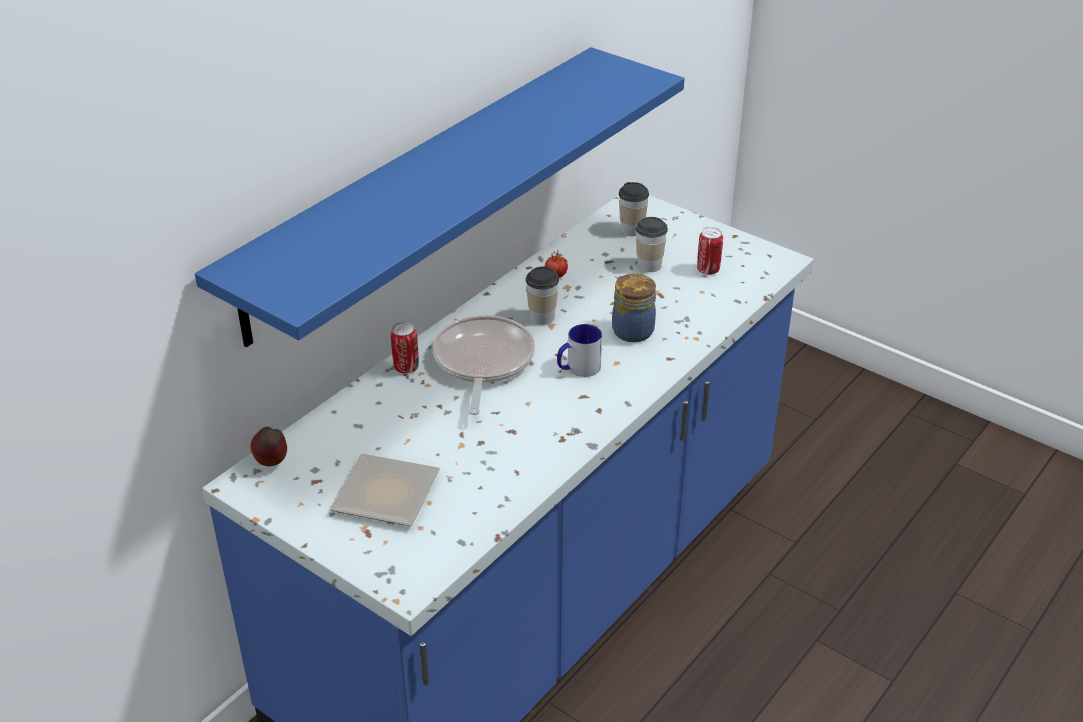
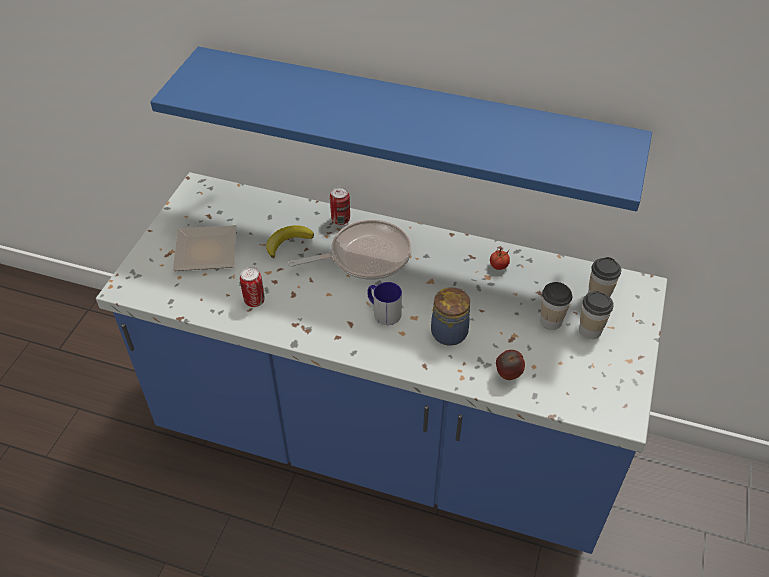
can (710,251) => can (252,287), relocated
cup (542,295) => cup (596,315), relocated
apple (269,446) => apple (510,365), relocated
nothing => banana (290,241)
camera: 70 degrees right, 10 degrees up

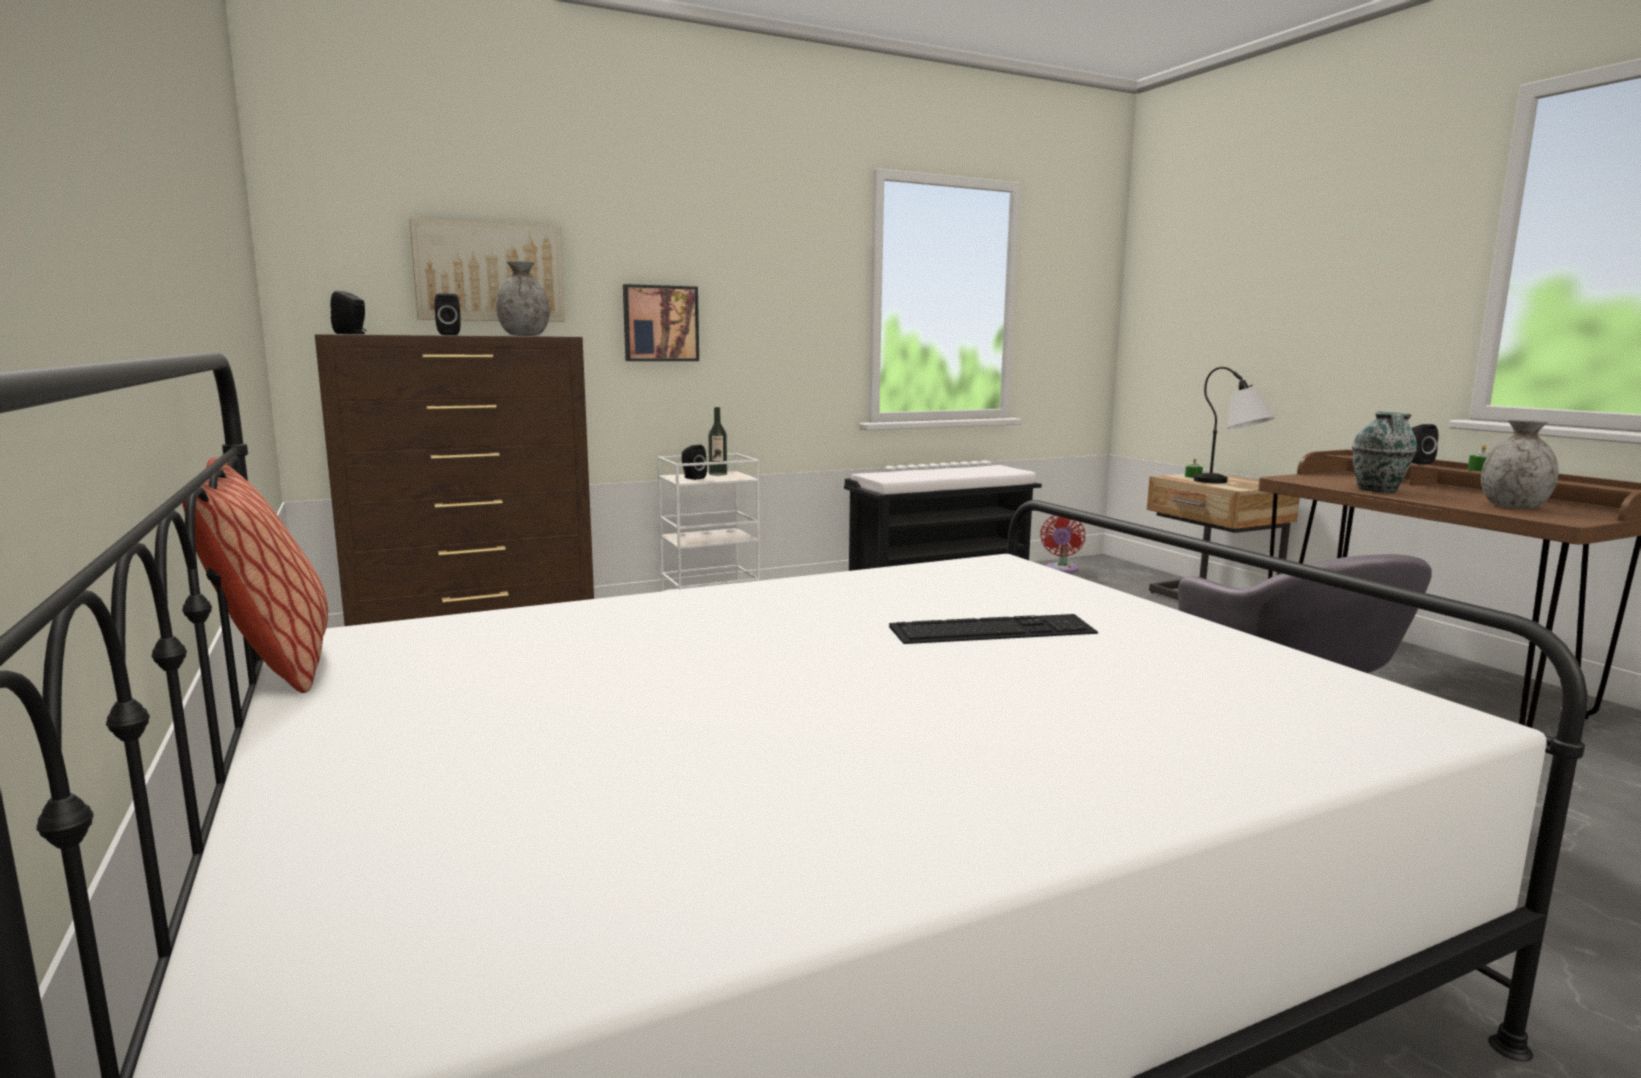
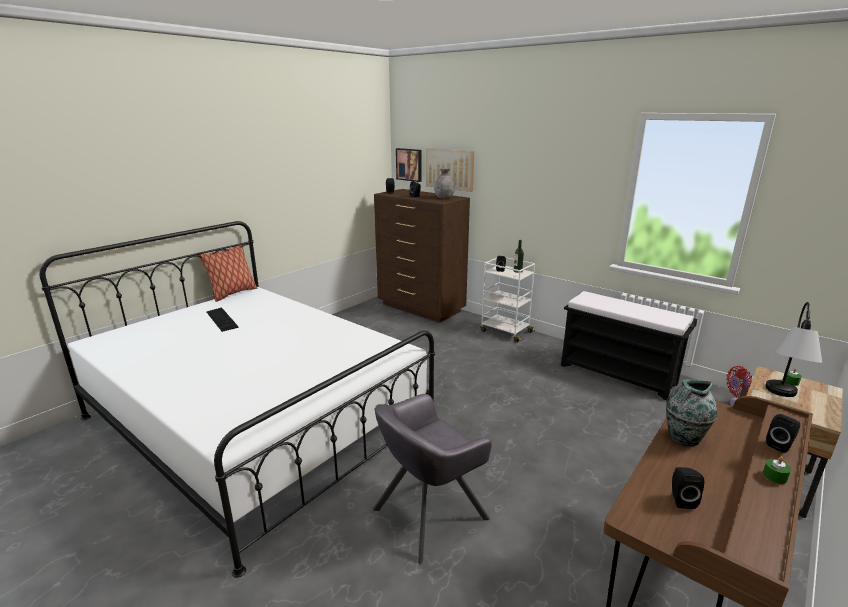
picture (661,322) => picture (409,165), relocated
grey vase (1520,464) => black speaker (688,488)
keyboard (993,629) => keyboard (222,319), relocated
camera: 65 degrees right, 10 degrees up

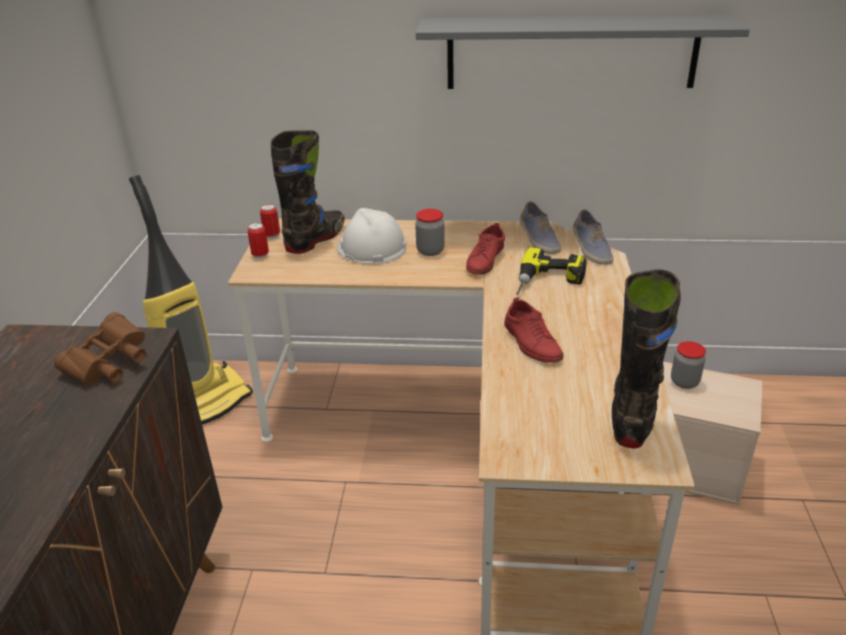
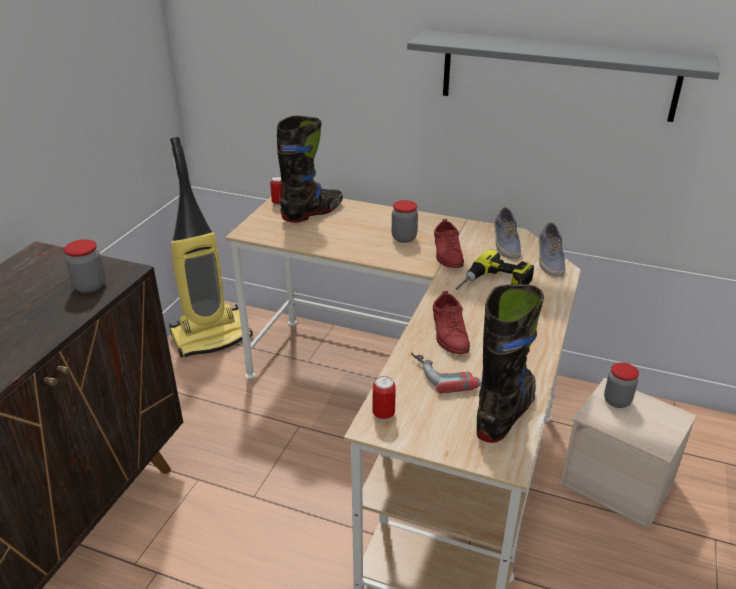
white hard hat (372,236) => nothing
can (258,241) => can (384,398), relocated
red shoe (485,249) => red shoe (449,243), 45 degrees counterclockwise
brown binoculars (100,349) => jar (84,266)
nothing => power drill (446,373)
camera: 15 degrees right, 0 degrees up

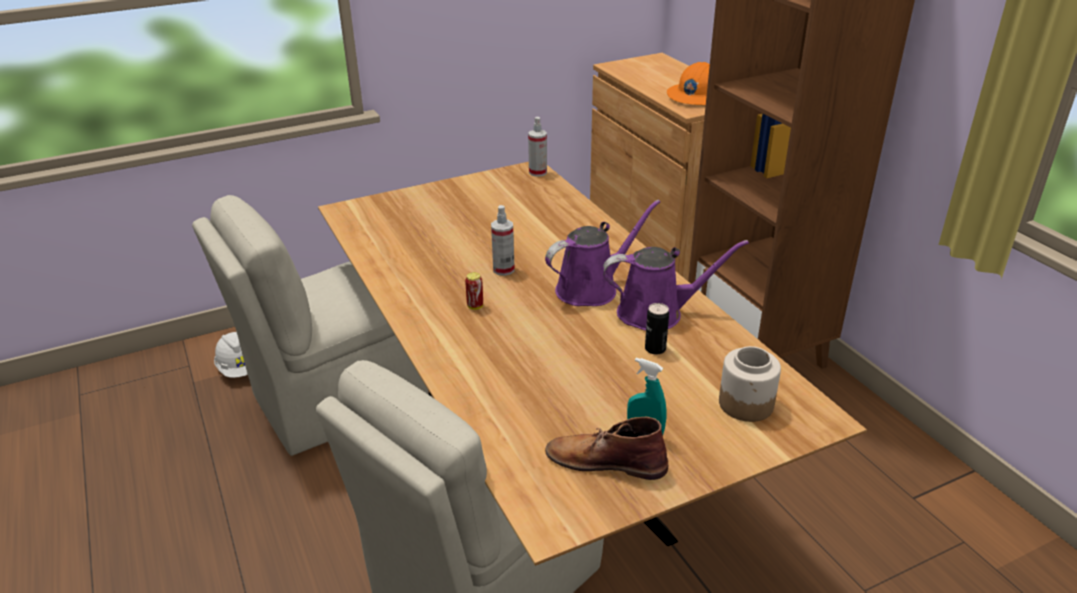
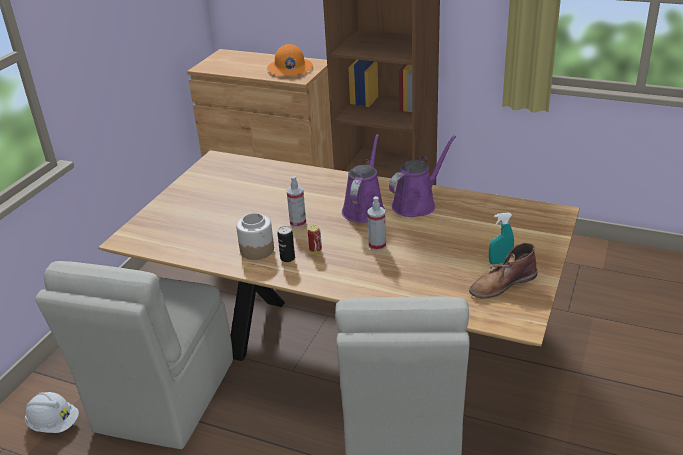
spray bottle (537,147) => spray bottle (376,223), relocated
can (657,329) => can (286,244), relocated
jar (750,384) => jar (255,236), relocated
camera: 40 degrees left, 0 degrees up

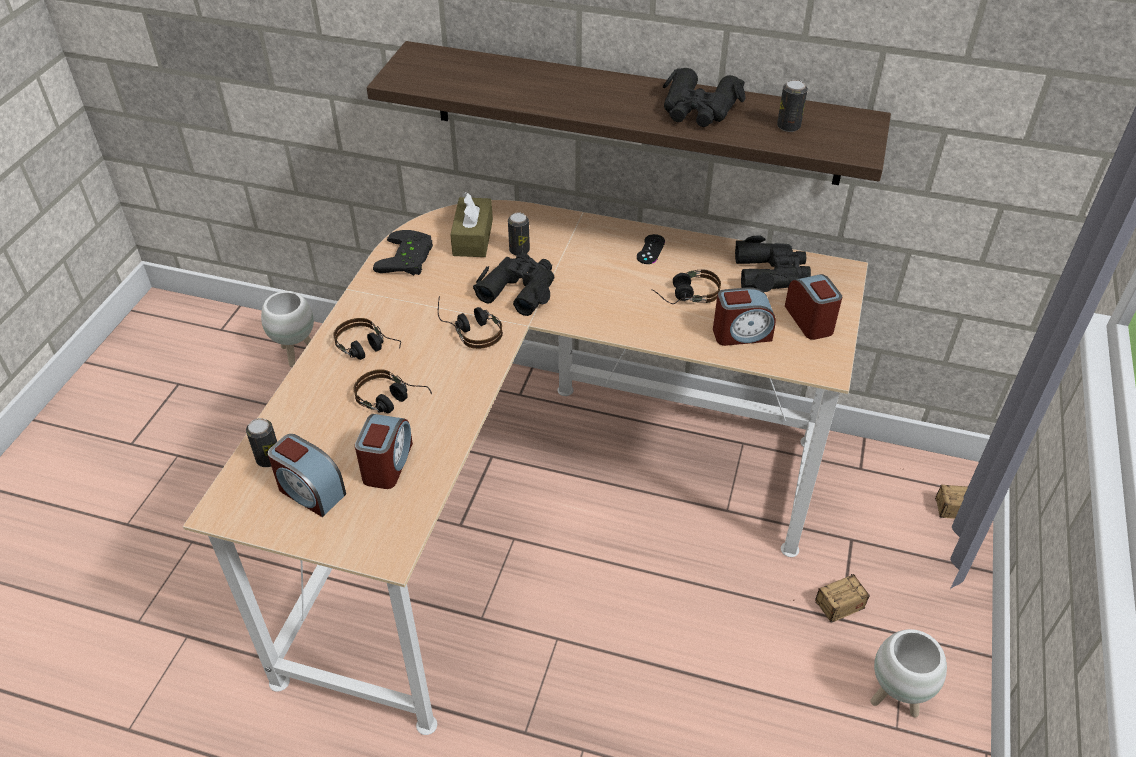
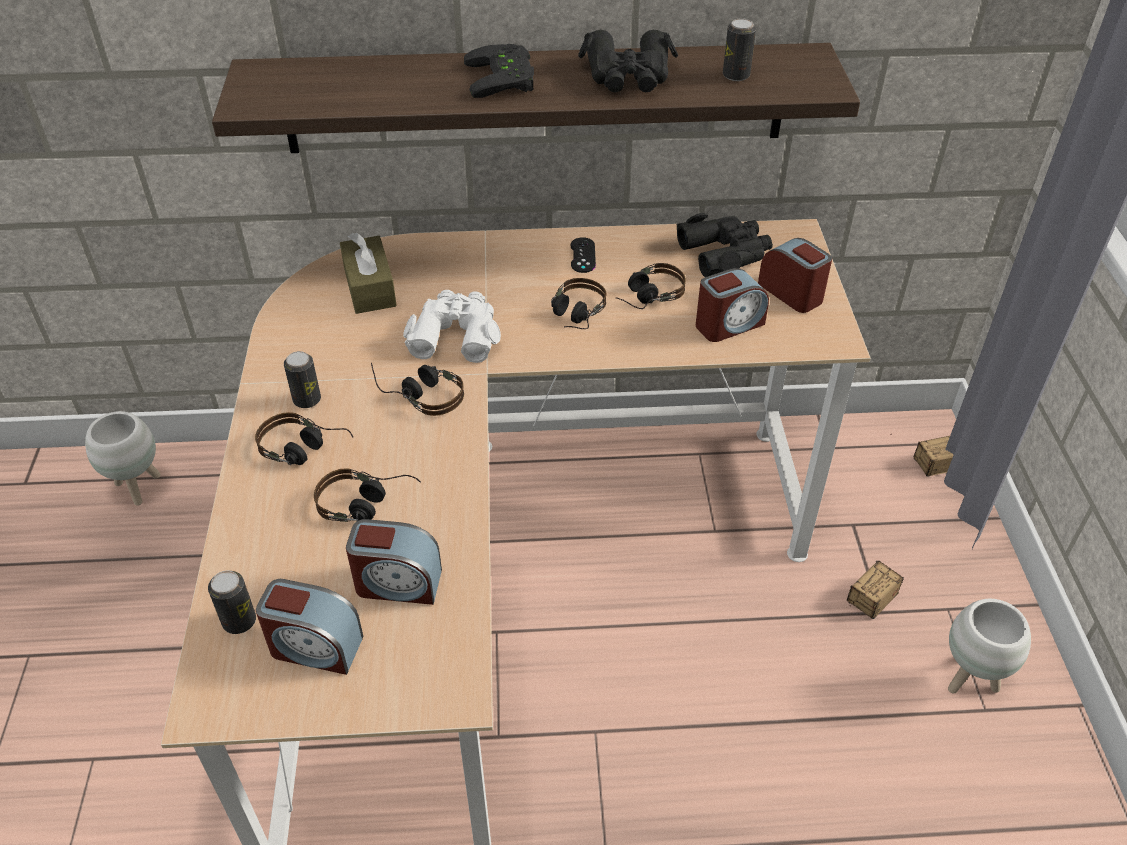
can (519,234) => can (302,379), relocated
black game controller (403,252) => black game controller (499,71), relocated
black binoculars (513,284) => white binoculars (452,326)
alarm clock (384,451) => alarm clock (394,562), 105 degrees clockwise
nothing => headphones (579,303)
camera: 20 degrees left, 0 degrees up

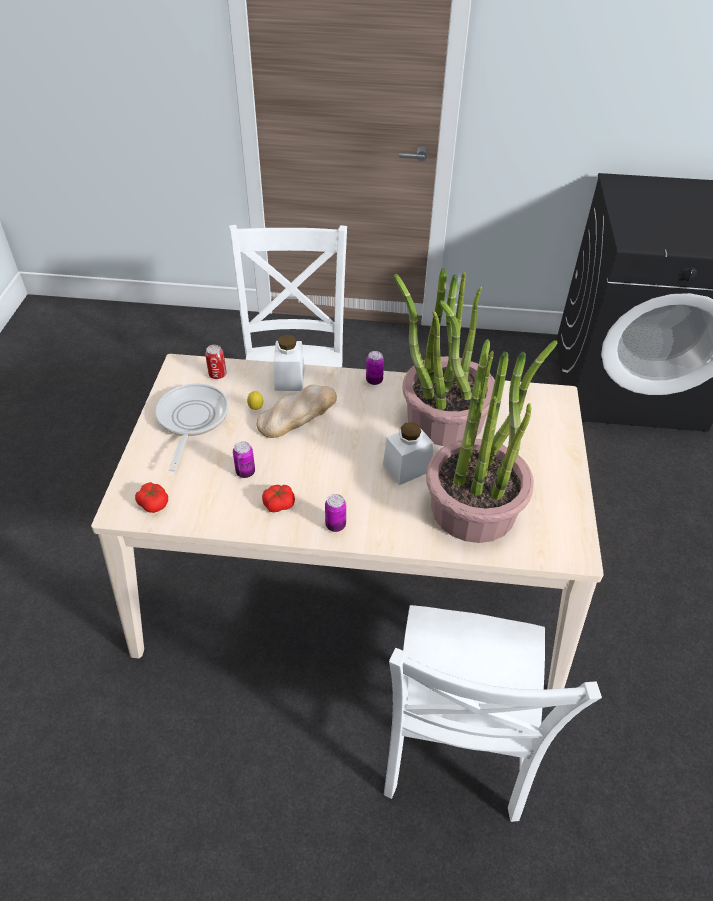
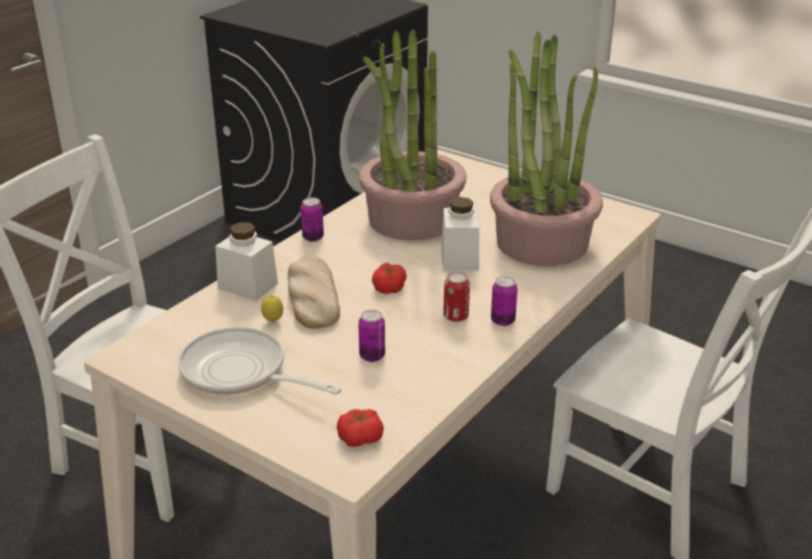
can (216,362) => can (456,297), relocated
tomato (278,498) => tomato (389,278), relocated
camera: 60 degrees left, 15 degrees down

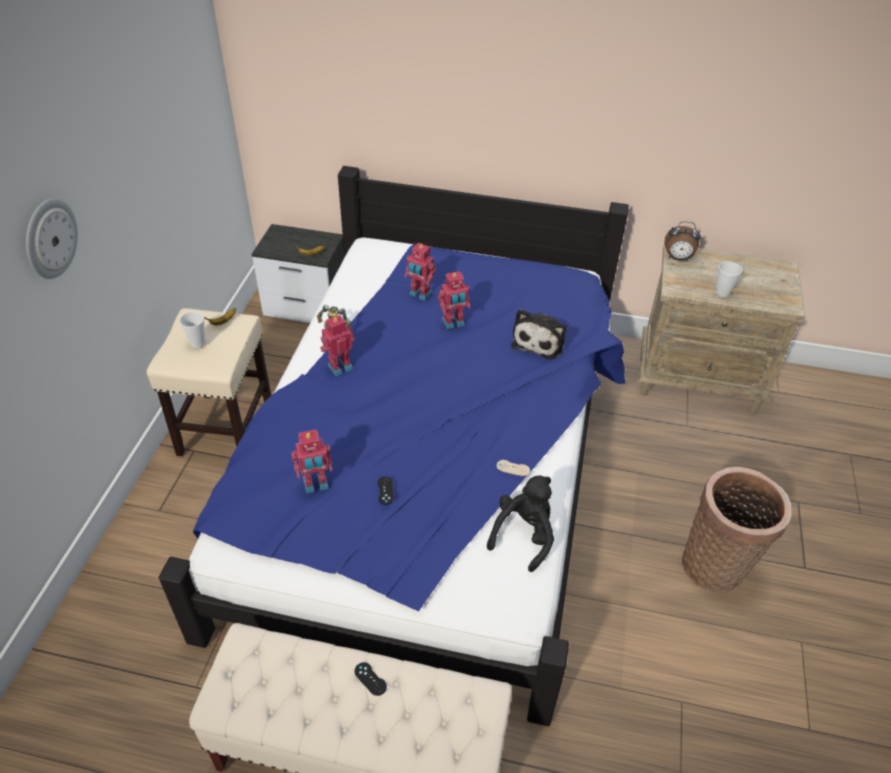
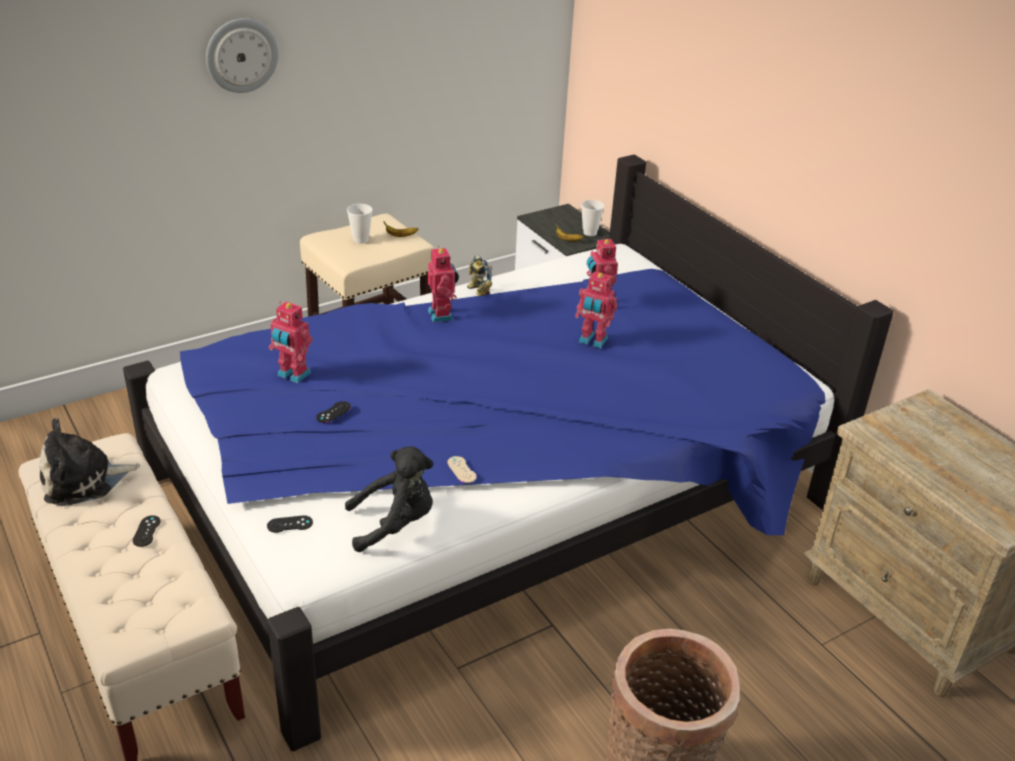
alarm clock (683,241) => nothing
cup (729,279) => cup (593,218), relocated
plush toy (539,334) => plush toy (89,462), relocated
toy robot (337,345) => toy robot (443,283), 60 degrees clockwise
nothing => black game controller (290,524)
camera: 45 degrees right, 10 degrees down

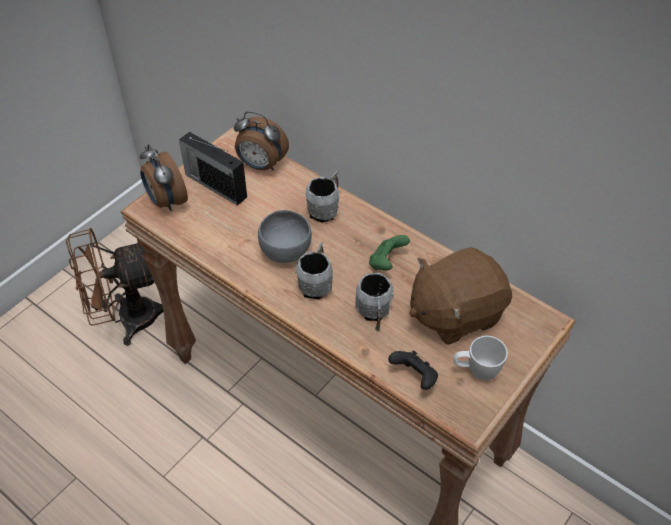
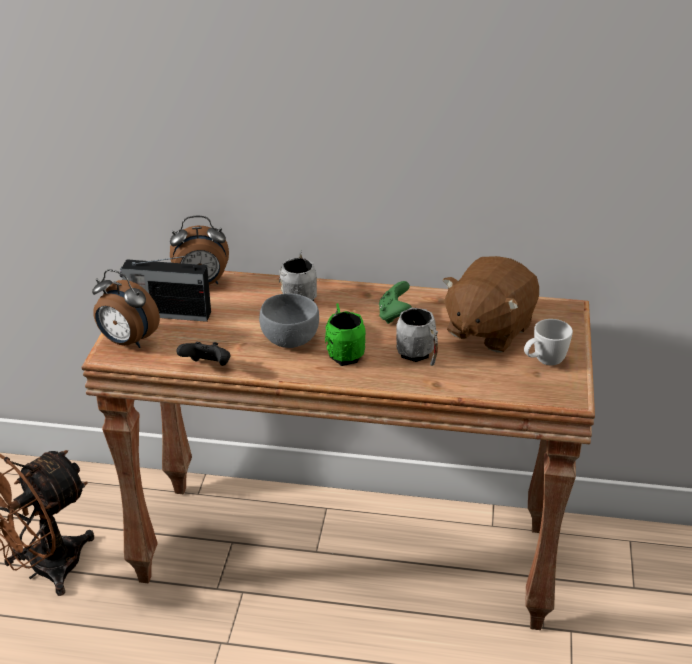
grey mug (314,270) => green mug (345,334)
black game controller (413,370) => black game controller (203,354), relocated
camera: 30 degrees left, 15 degrees down

